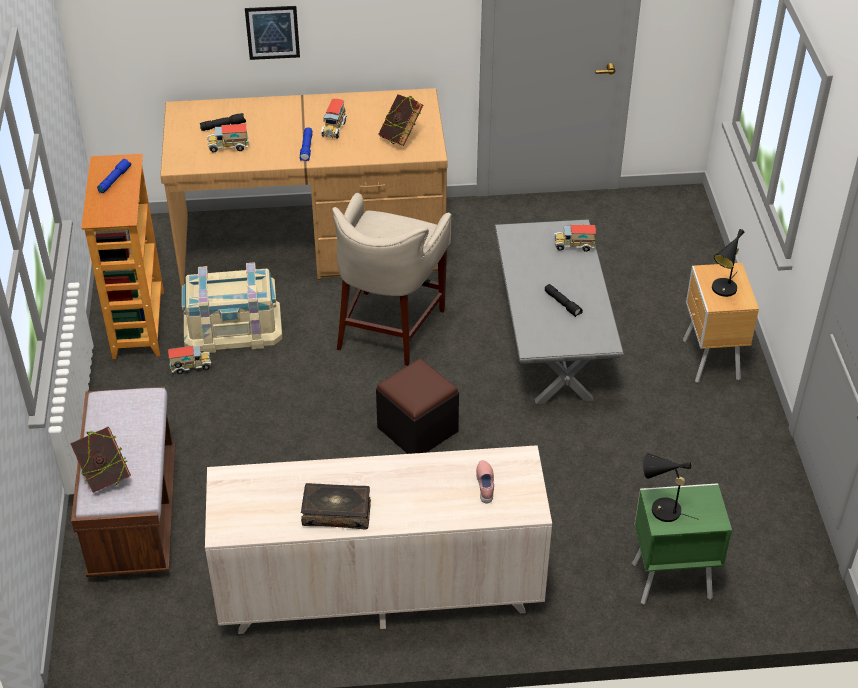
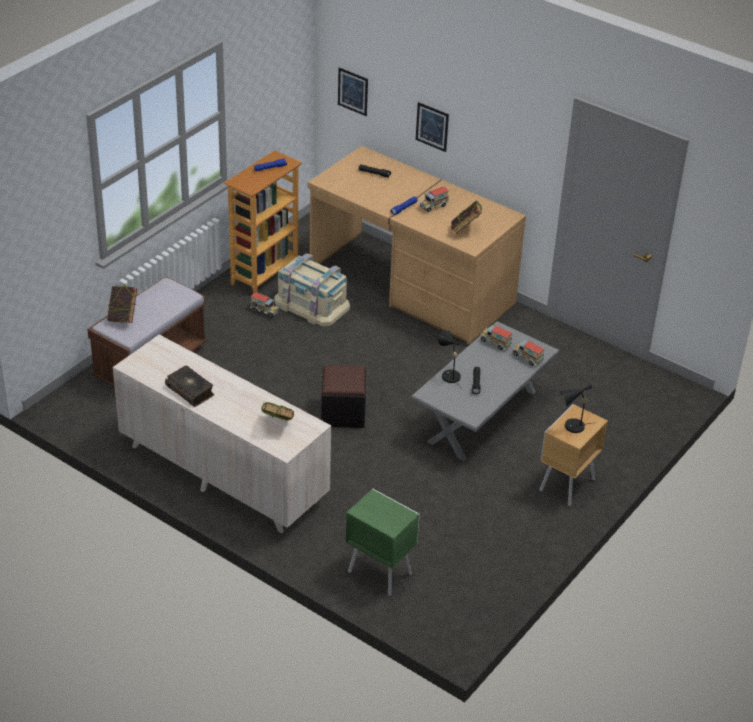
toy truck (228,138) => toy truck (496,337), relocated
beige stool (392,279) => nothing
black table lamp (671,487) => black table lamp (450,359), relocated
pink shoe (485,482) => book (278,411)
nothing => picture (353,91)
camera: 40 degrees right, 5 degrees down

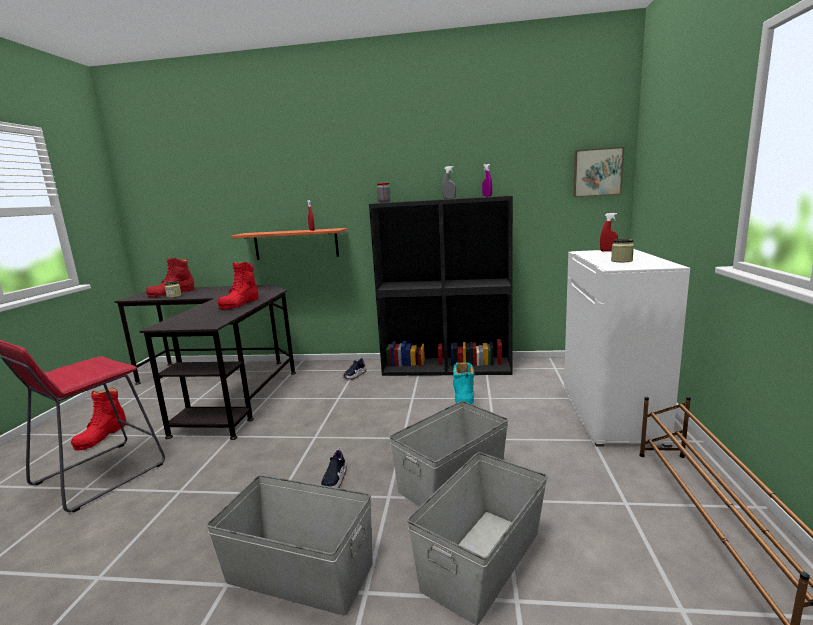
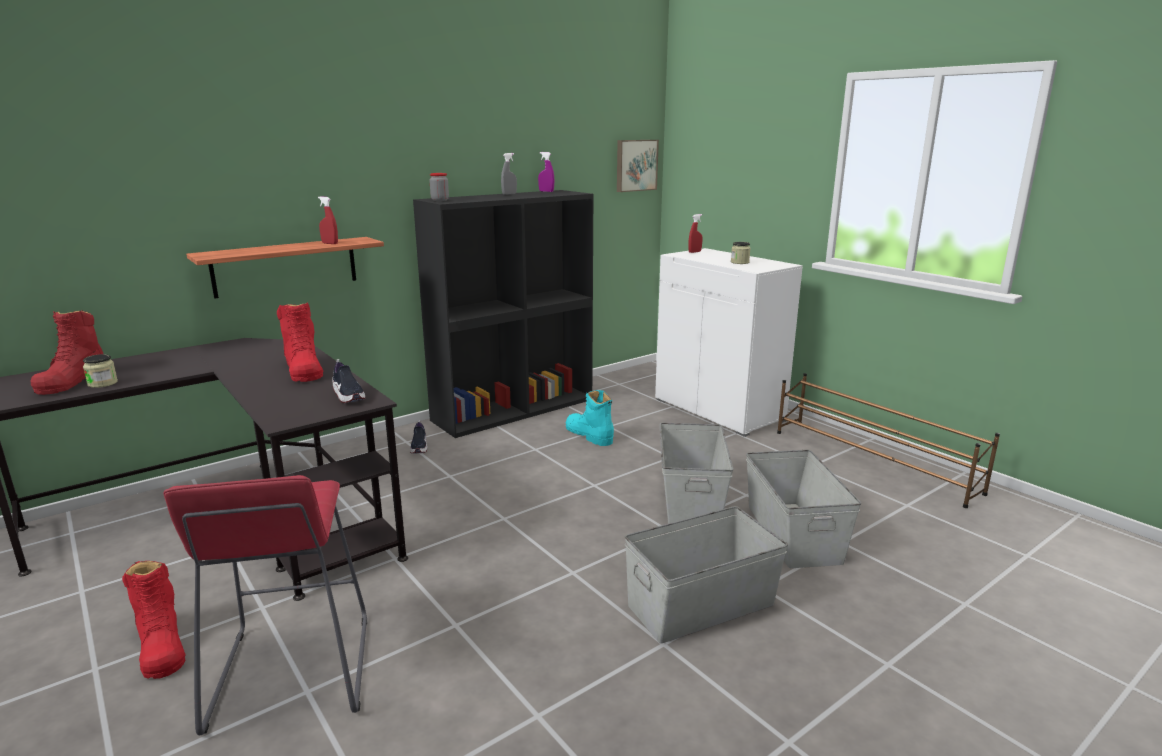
shoe (334,467) => shoe (348,381), relocated
camera: 45 degrees left, 5 degrees up

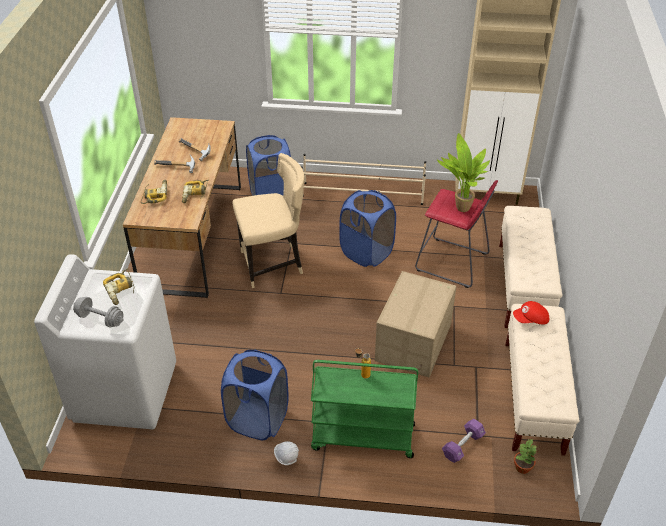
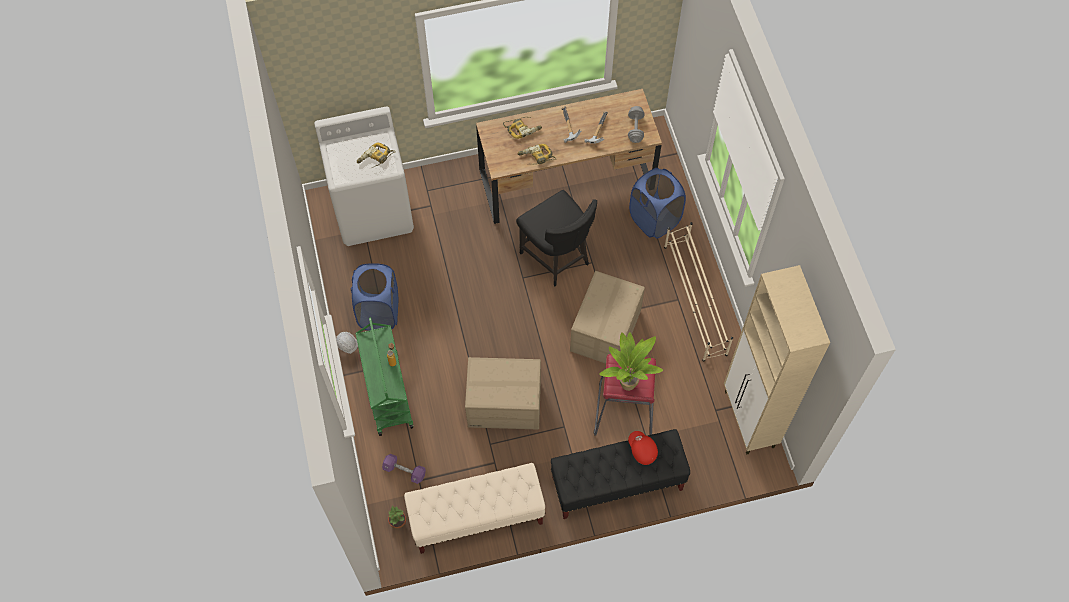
beige chair (268,220) => black chair (556,238)
blue laundry basket (367,228) => cardboard box (607,317)
beige bench (531,267) => black bench (620,474)
grey dumbbell (98,312) => grey dumbbell (636,124), relocated
red cap (531,313) => red cap (643,448), relocated
camera: 70 degrees right, 20 degrees up

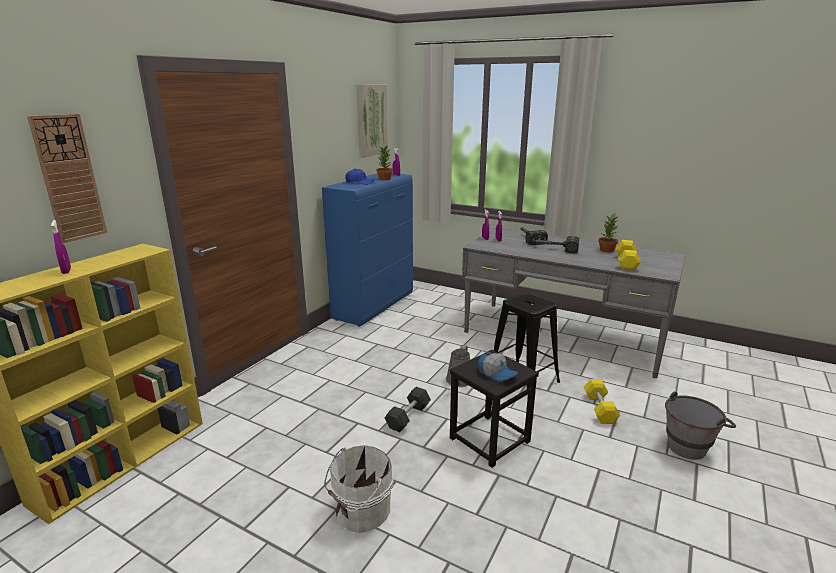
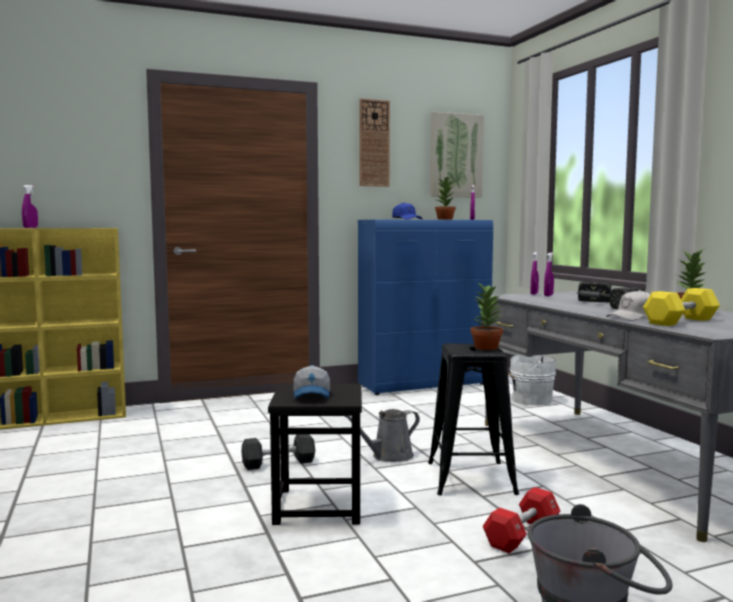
wall clock (67,178) => wall clock (374,143), relocated
yellow dumbbell (602,401) => red dumbbell (521,520)
white bucket (358,489) => white bucket (532,380), relocated
nothing => potted plant (487,316)
nothing => white cap (628,305)
camera: 40 degrees right, 15 degrees down

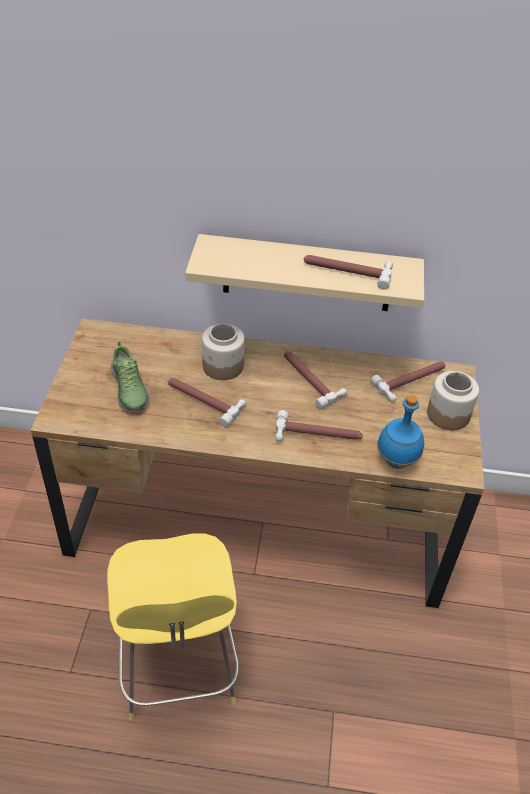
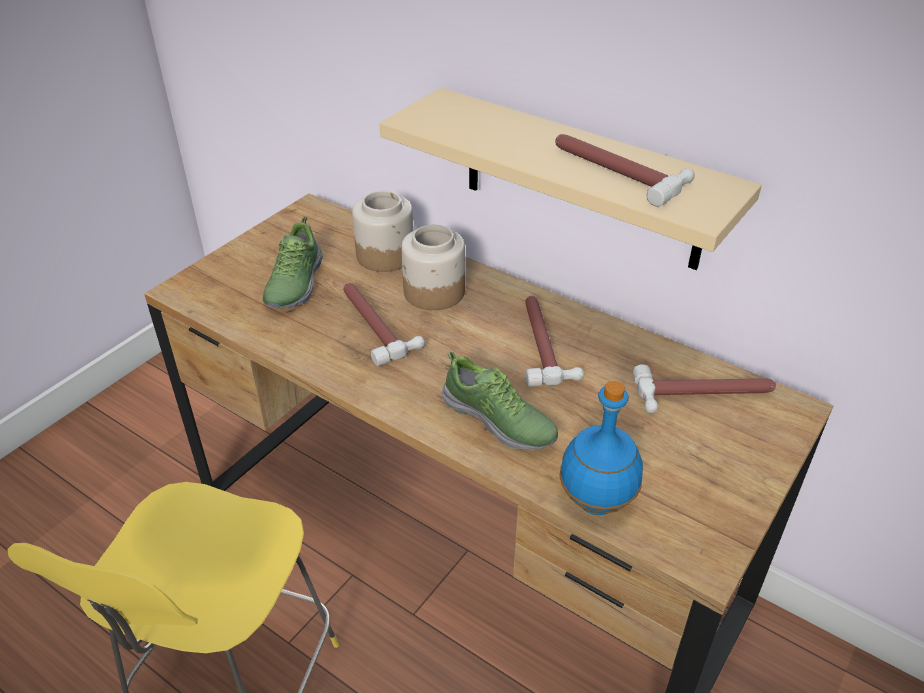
jar (453,400) => jar (383,231), relocated
hammer (319,426) => shoe (500,400)
camera: 30 degrees right, 5 degrees down

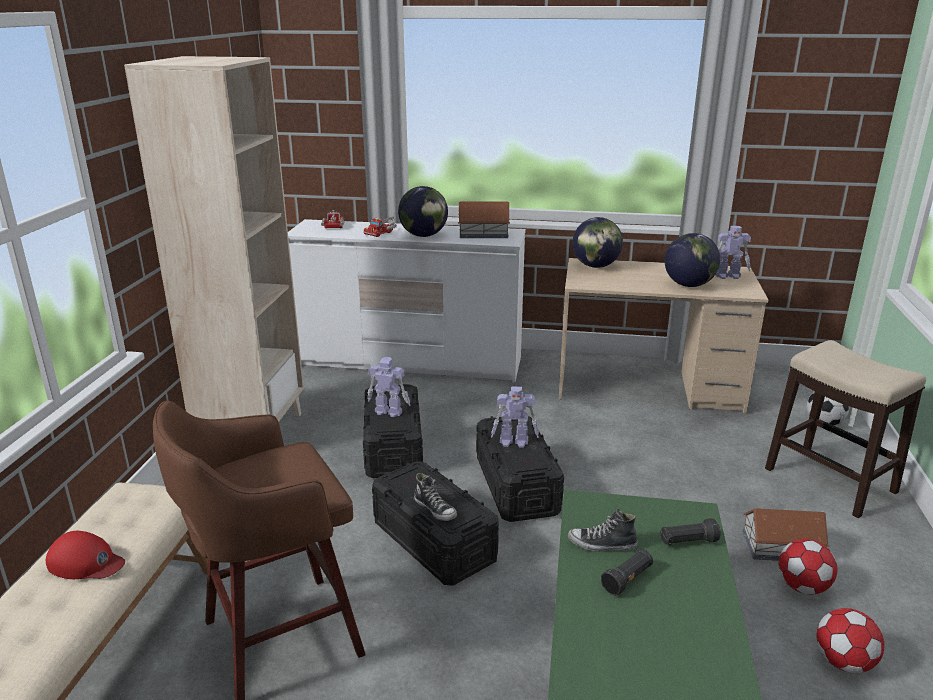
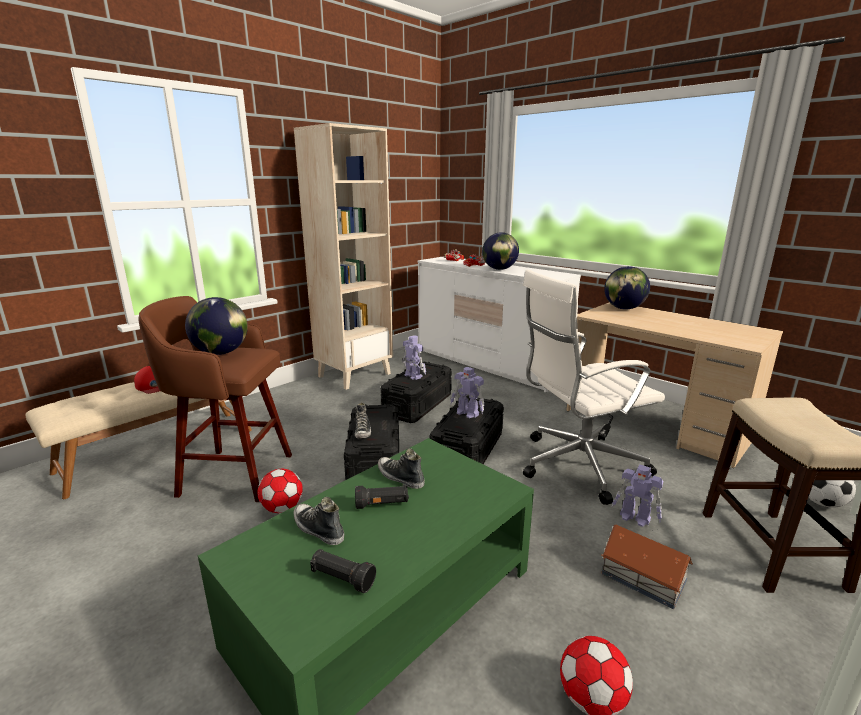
toy house (484,220) => nothing
toy robot (733,252) => toy robot (637,496), relocated
globe (692,260) => globe (216,326), relocated
black flashlight (690,532) => black flashlight (343,571), relocated
football (808,567) => football (280,491), relocated
nothing => white office chair (594,387)
nothing => shoe (319,521)
camera: 35 degrees right, 5 degrees down

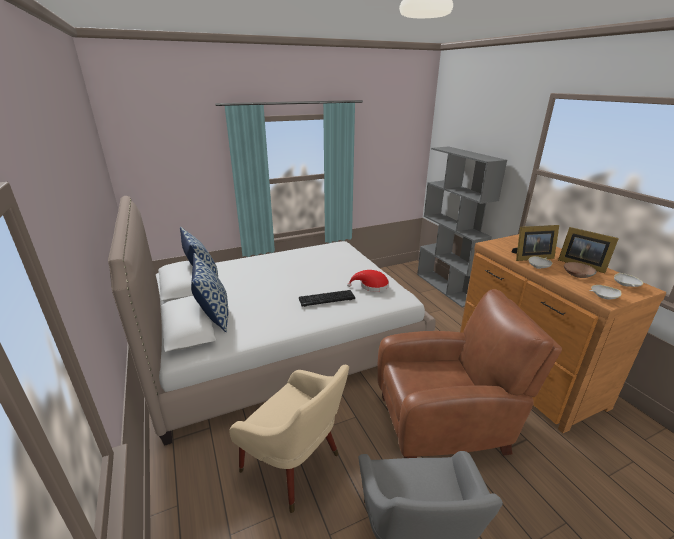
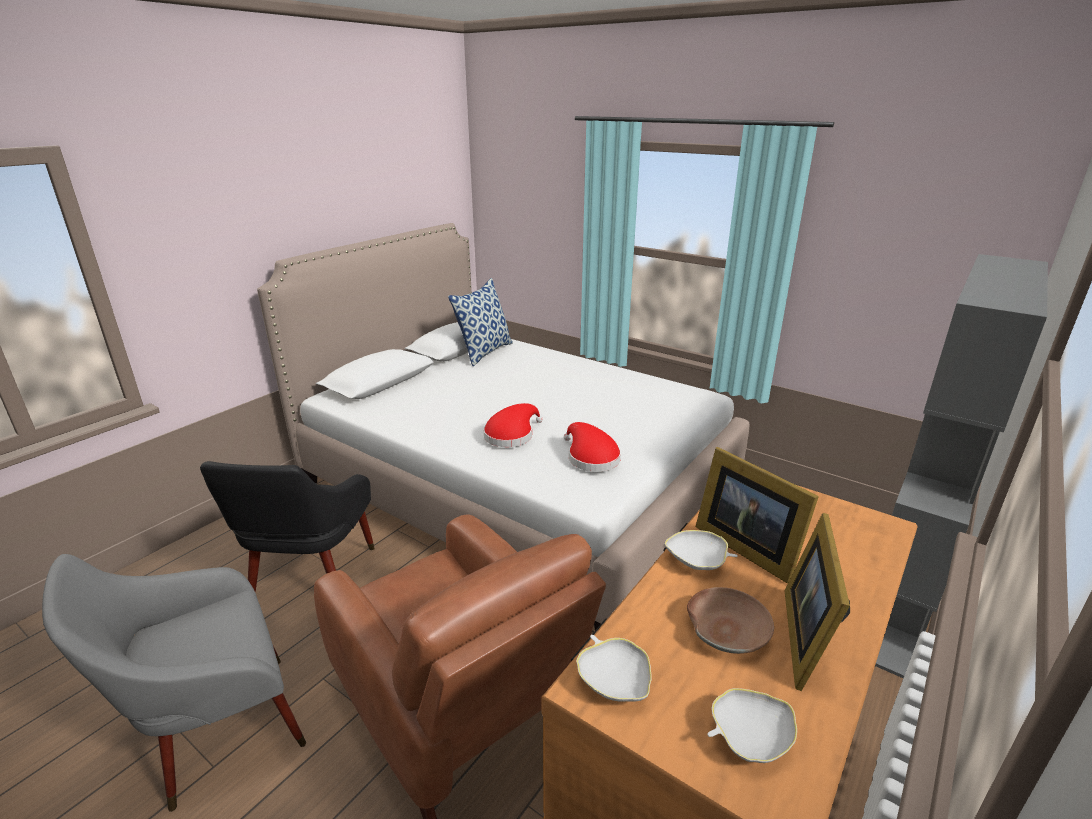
pillow (209,292) => nothing
keyboard (327,298) => red hat (513,425)
beige armchair (289,439) => black armchair (287,526)
camera: 60 degrees right, 0 degrees up

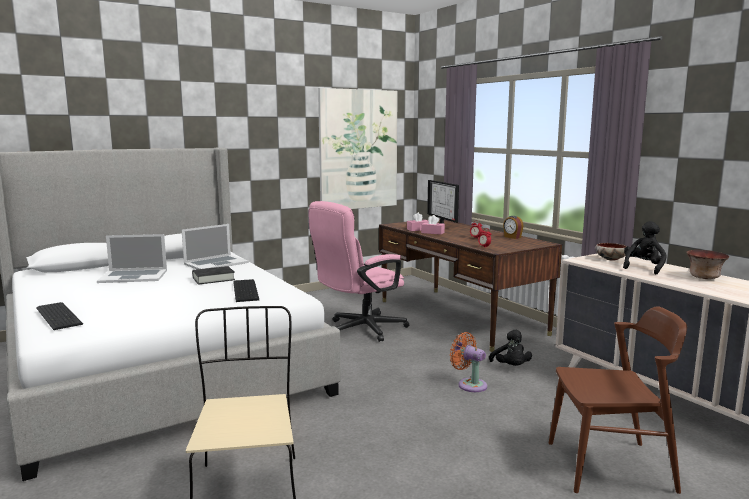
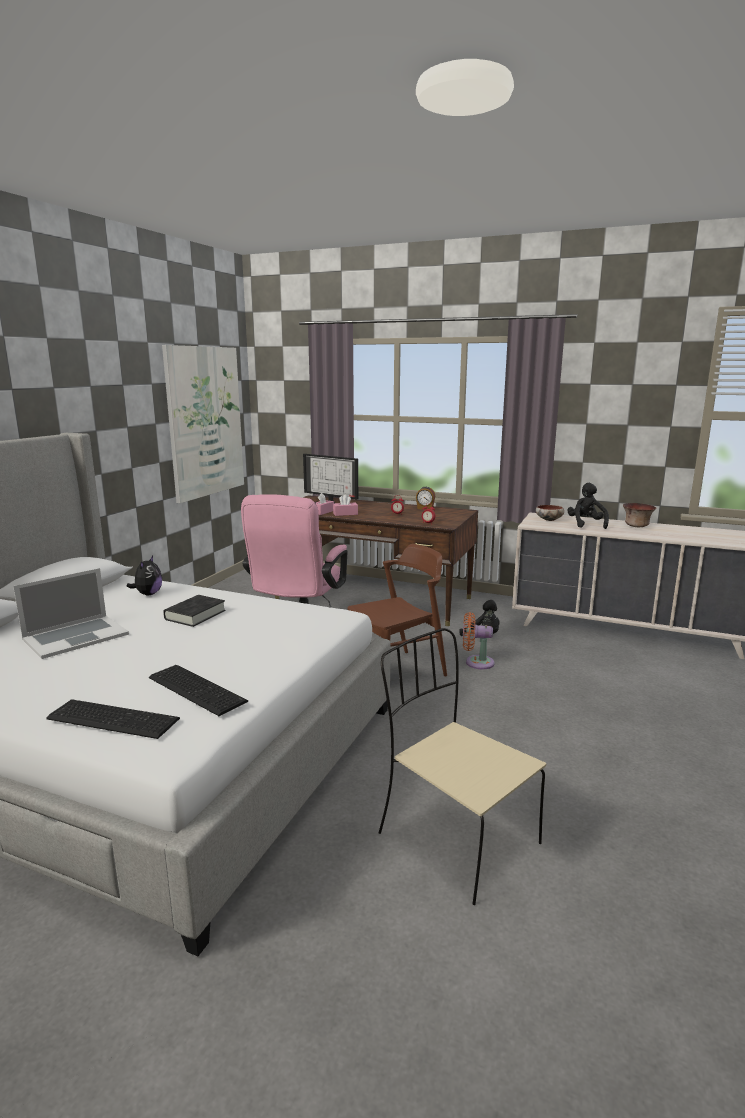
laptop (215,246) => plush toy (144,575)
keyboard (246,290) => keyboard (198,690), relocated
brown chair (618,400) => brown chair (397,610), relocated
camera: 35 degrees left, 5 degrees up

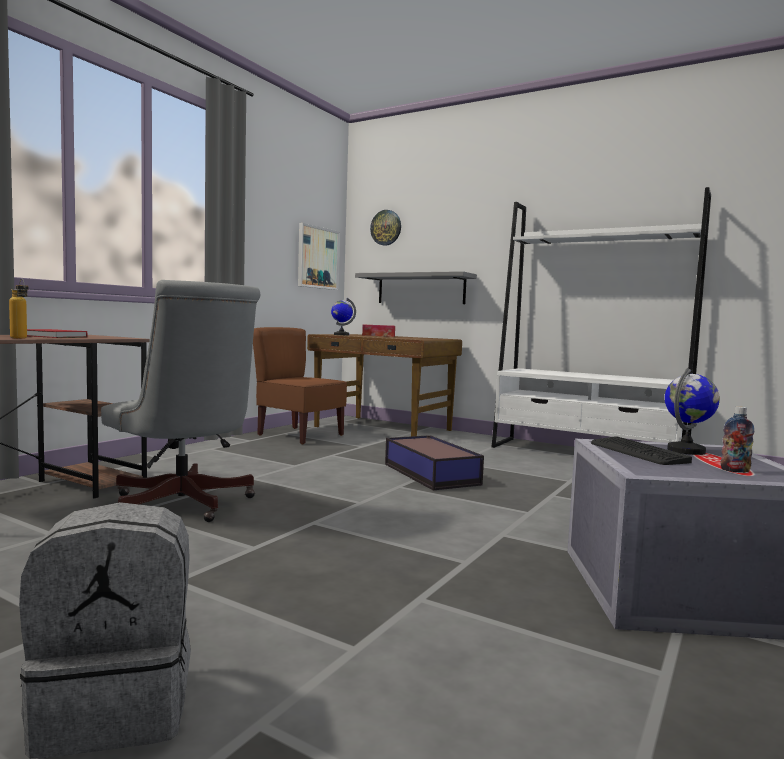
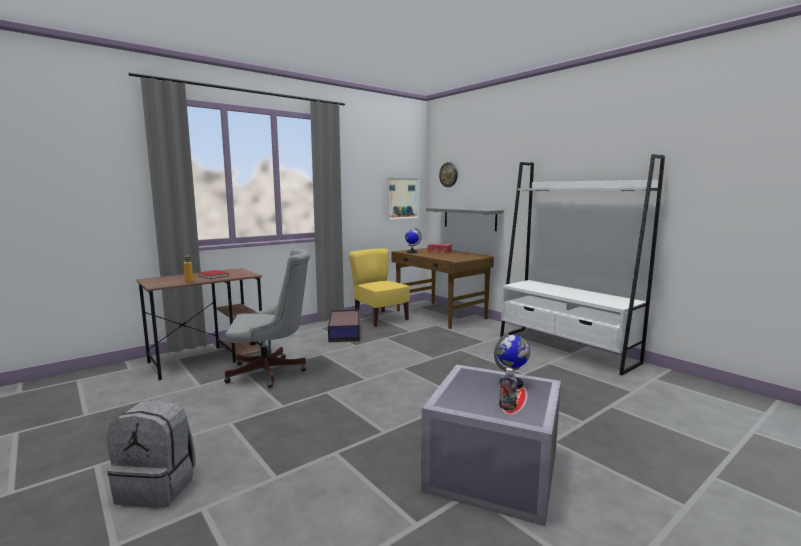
grey office chair (180,401) => grey office chair (267,318), 75 degrees counterclockwise
brown chair (300,385) => yellow chair (379,288)
storage box (434,462) => storage box (344,326), relocated
keyboard (641,450) => nothing
camera: 20 degrees right, 5 degrees up

